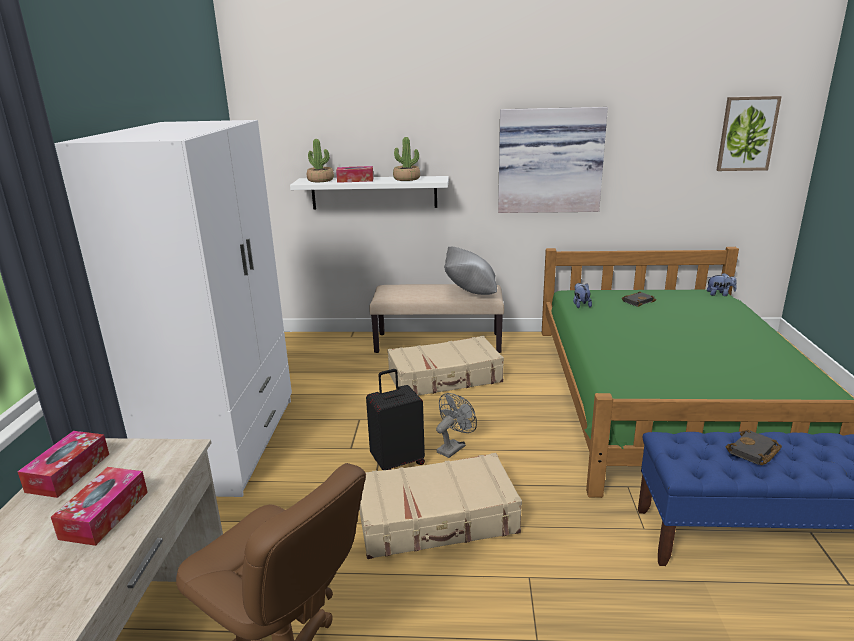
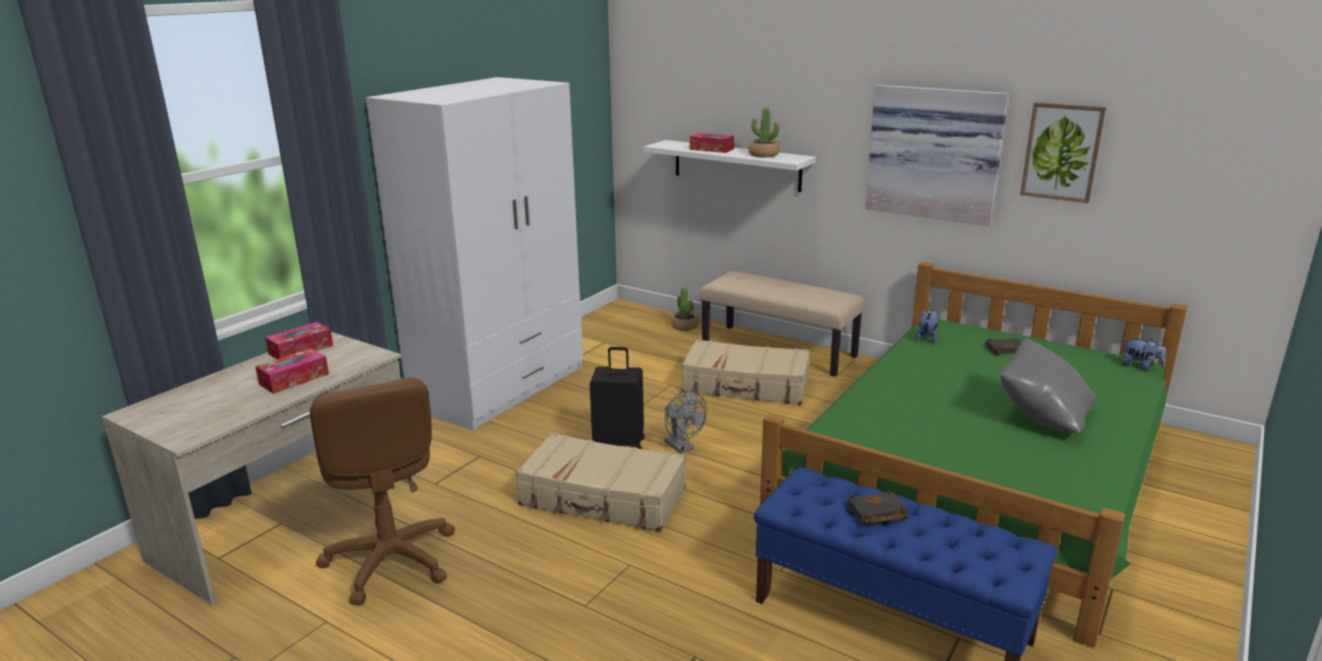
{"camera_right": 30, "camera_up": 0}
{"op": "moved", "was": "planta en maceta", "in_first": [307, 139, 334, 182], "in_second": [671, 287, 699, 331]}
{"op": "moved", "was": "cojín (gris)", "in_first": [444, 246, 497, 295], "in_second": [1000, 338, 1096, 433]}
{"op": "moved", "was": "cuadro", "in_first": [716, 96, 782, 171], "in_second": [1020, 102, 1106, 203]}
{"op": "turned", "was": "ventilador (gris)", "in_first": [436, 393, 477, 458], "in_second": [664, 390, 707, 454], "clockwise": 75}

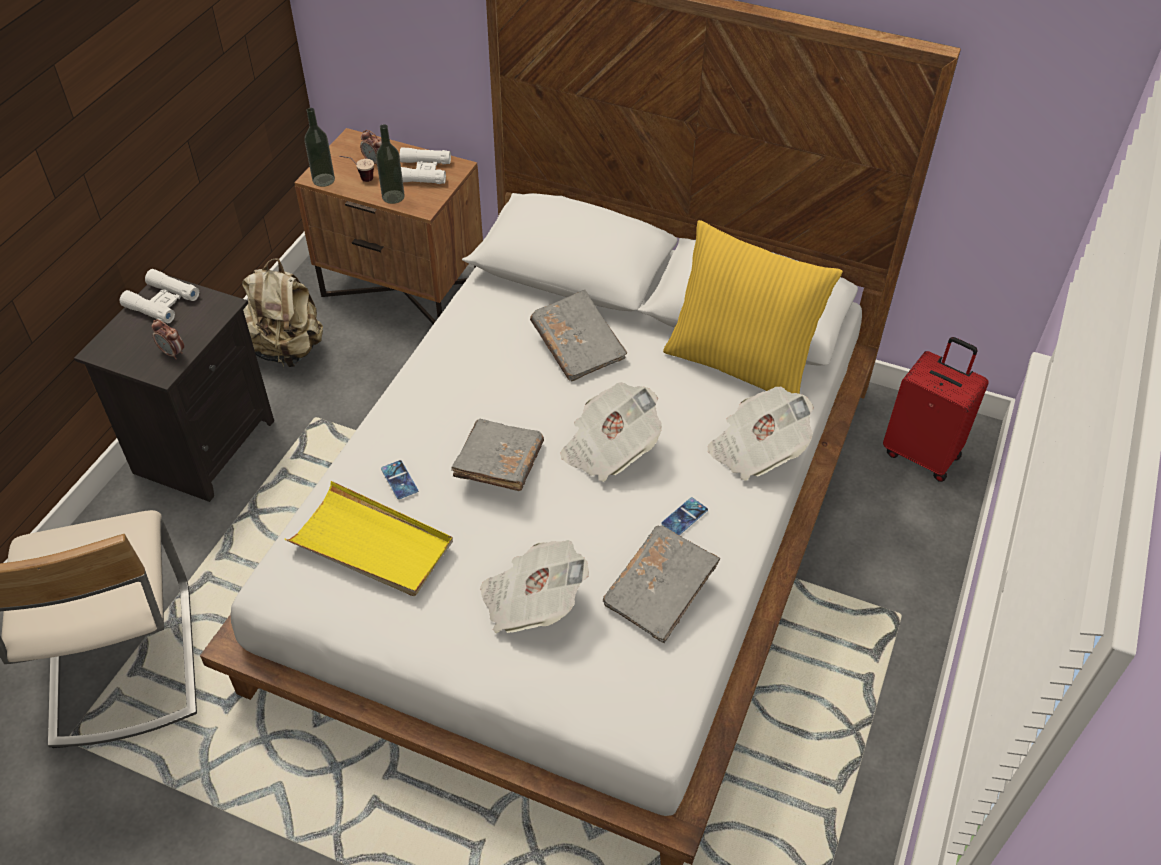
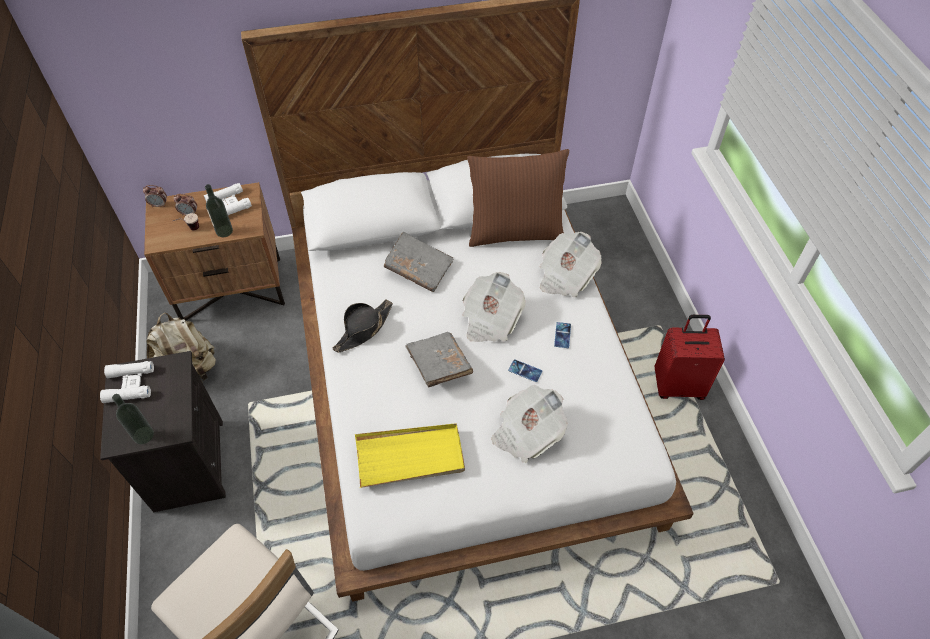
{"camera_right": -35, "camera_up": 5}
{"op": "removed", "was": "libro (gris)", "in_first": [603, 526, 720, 643]}
{"op": "added", "now": "sombrero (negro)", "in_second": [333, 299, 393, 353]}
{"op": "moved", "was": "despertador", "in_first": [151, 319, 184, 360], "in_second": [143, 185, 167, 207]}
{"op": "moved", "was": "botella", "in_first": [304, 108, 335, 187], "in_second": [112, 394, 154, 444]}
{"op": "moved", "was": "móvil", "in_first": [381, 460, 418, 499], "in_second": [508, 359, 542, 382]}
{"op": "moved", "was": "maleta (rojo)", "in_first": [883, 337, 989, 482], "in_second": [654, 315, 725, 400]}
{"op": "recoloured", "was": "cojín (amarillo)", "now": "cojín (marrón)", "in_first": [663, 220, 843, 394], "in_second": [467, 149, 569, 247]}

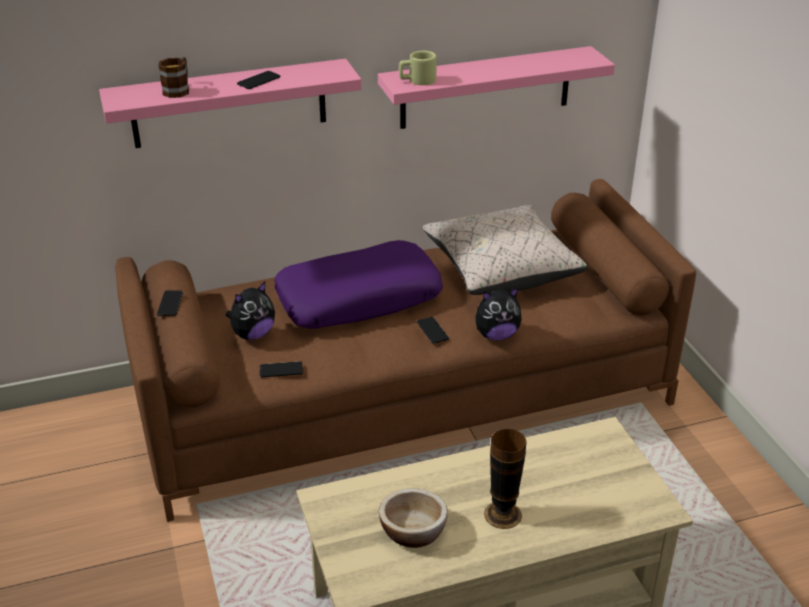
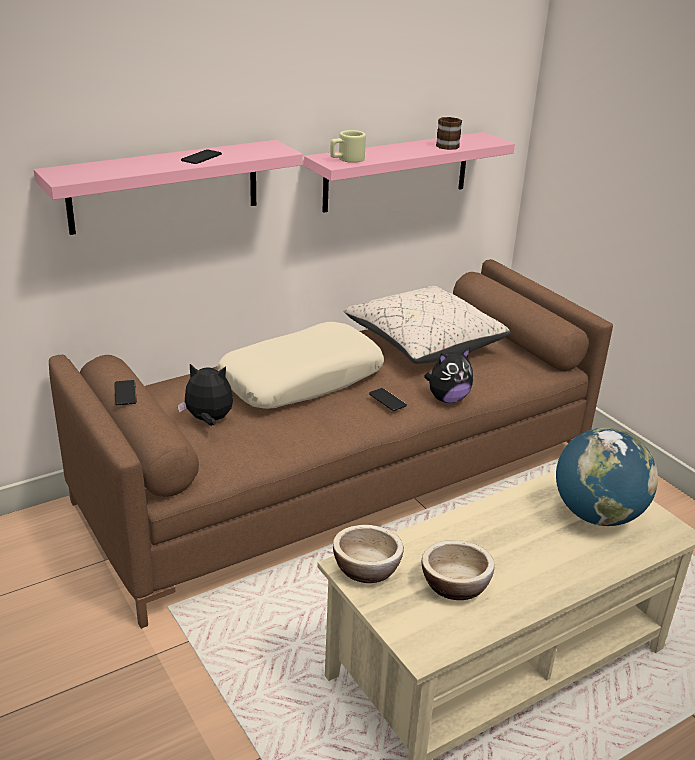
{"camera_right": -15, "camera_up": -5}
{"op": "removed", "was": "móvil", "in_first": [260, 361, 303, 378]}
{"op": "removed", "was": "florero", "in_first": [484, 429, 527, 529]}
{"op": "added", "now": "cuenco", "in_second": [333, 525, 404, 583]}
{"op": "added", "now": "globo terráqueo", "in_second": [556, 428, 658, 526]}
{"op": "moved", "was": "taza grande", "in_first": [158, 57, 189, 98], "in_second": [436, 117, 462, 150]}
{"op": "recoloured", "was": "cojín (morado)", "now": "cojín (beis)", "in_first": [274, 240, 443, 328], "in_second": [217, 322, 384, 409]}
{"op": "turned", "was": "peluche", "in_first": [226, 282, 275, 340], "in_second": [177, 364, 233, 426], "clockwise": -120}

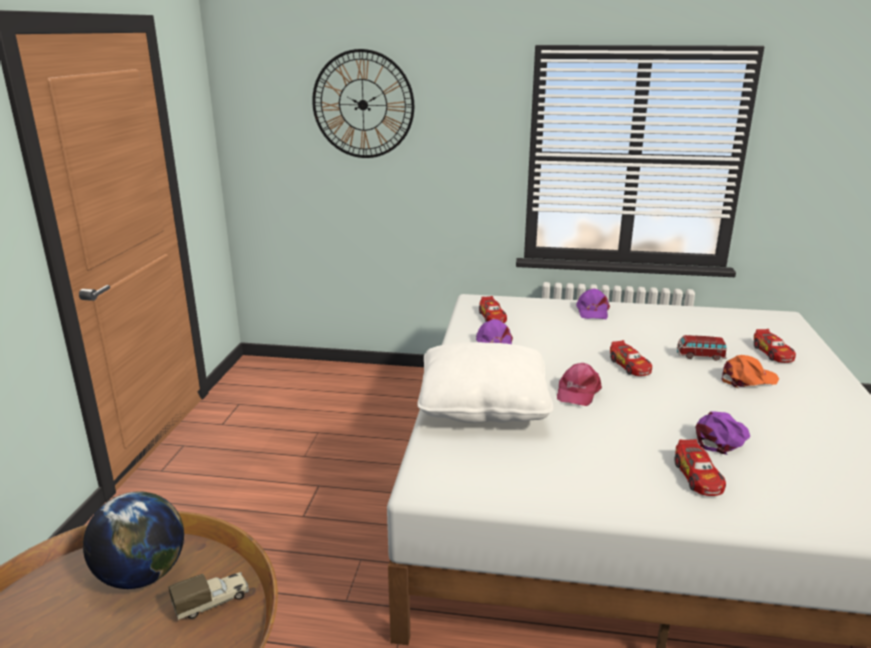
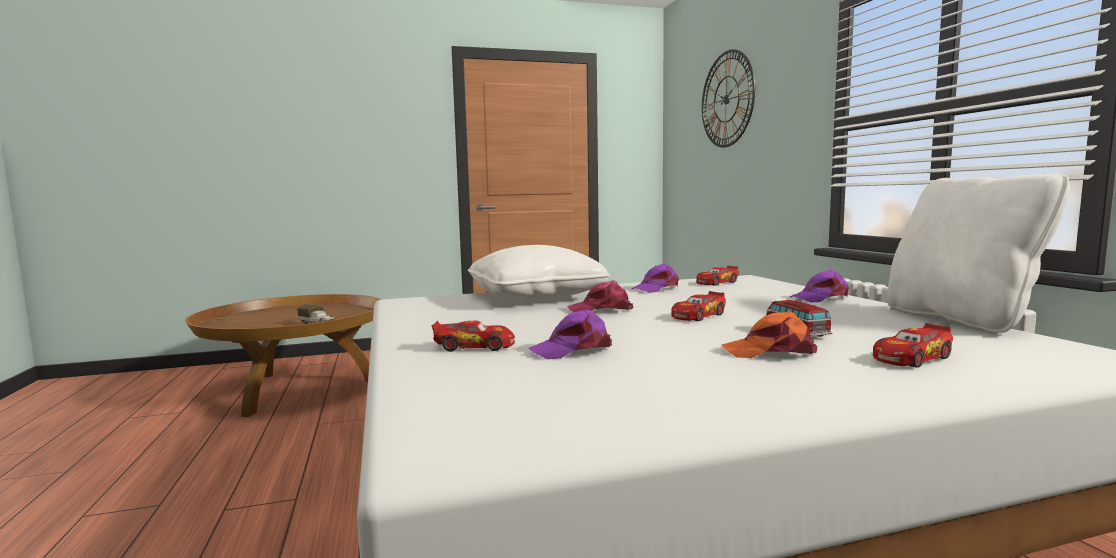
{"camera_right": 65, "camera_up": -15}
{"op": "removed", "was": "globo terráqueo", "in_first": [83, 492, 184, 589]}
{"op": "added", "now": "cojín (blanco)", "in_second": [887, 173, 1070, 333]}
{"op": "turned", "was": "coche de juguete", "in_first": [675, 439, 726, 496], "in_second": [432, 321, 515, 352], "clockwise": -150}
{"op": "turned", "was": "gorra (morado)", "in_first": [695, 411, 750, 455], "in_second": [528, 309, 612, 359], "clockwise": 135}
{"op": "turned", "was": "gorra (naranja)", "in_first": [722, 355, 779, 388], "in_second": [722, 311, 817, 358], "clockwise": 135}

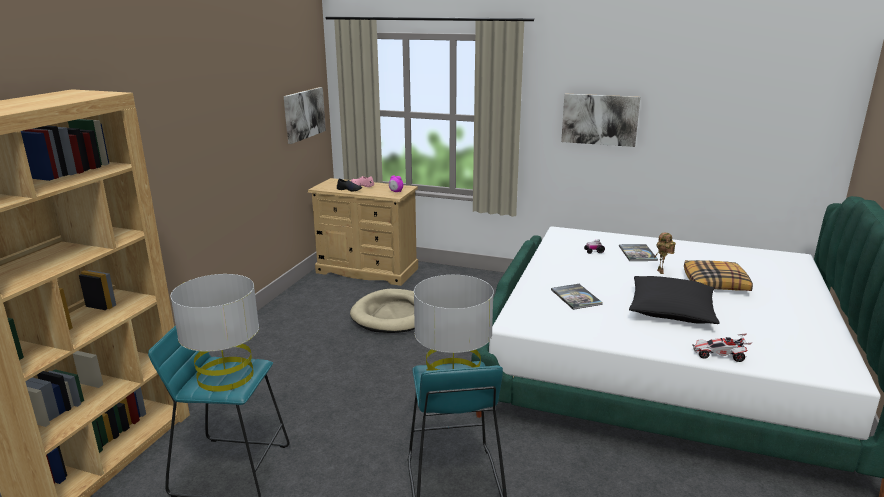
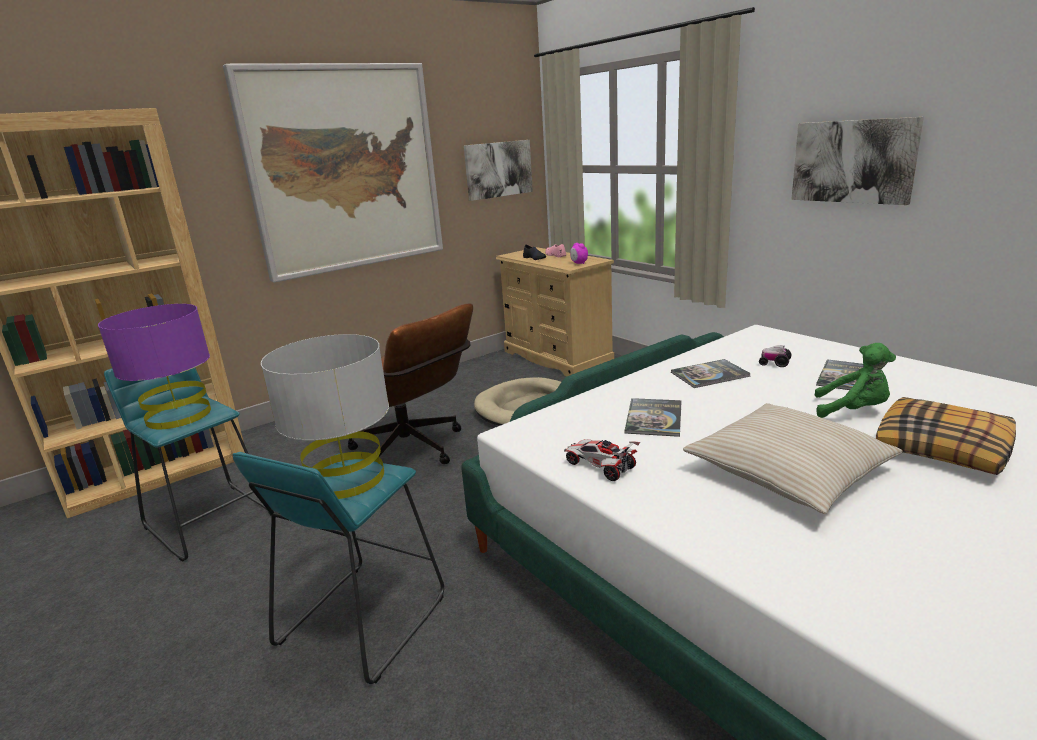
{"camera_right": 35, "camera_up": 0}
{"op": "added", "now": "cuadro", "in_second": [223, 63, 443, 283]}
{"op": "added", "now": "silla de oficina (marrón)", "in_second": [348, 304, 473, 464]}
{"op": "added", "now": "libro", "in_second": [671, 359, 751, 388]}
{"op": "moved", "was": "coche de juguete", "in_first": [692, 333, 751, 362], "in_second": [564, 439, 640, 481]}
{"op": "replaced", "was": "robot de juguete", "now": "peluche (verde)", "in_first": [653, 233, 676, 274], "in_second": [815, 343, 896, 418]}
{"op": "recoloured", "was": "lámpara de mesa (gris)", "now": "lámpara de mesa (morado)", "in_first": [170, 274, 259, 392], "in_second": [98, 304, 211, 429]}
{"op": "recoloured", "was": "cojín (negro)", "now": "cojín (beis)", "in_first": [629, 276, 720, 324], "in_second": [683, 403, 903, 514]}

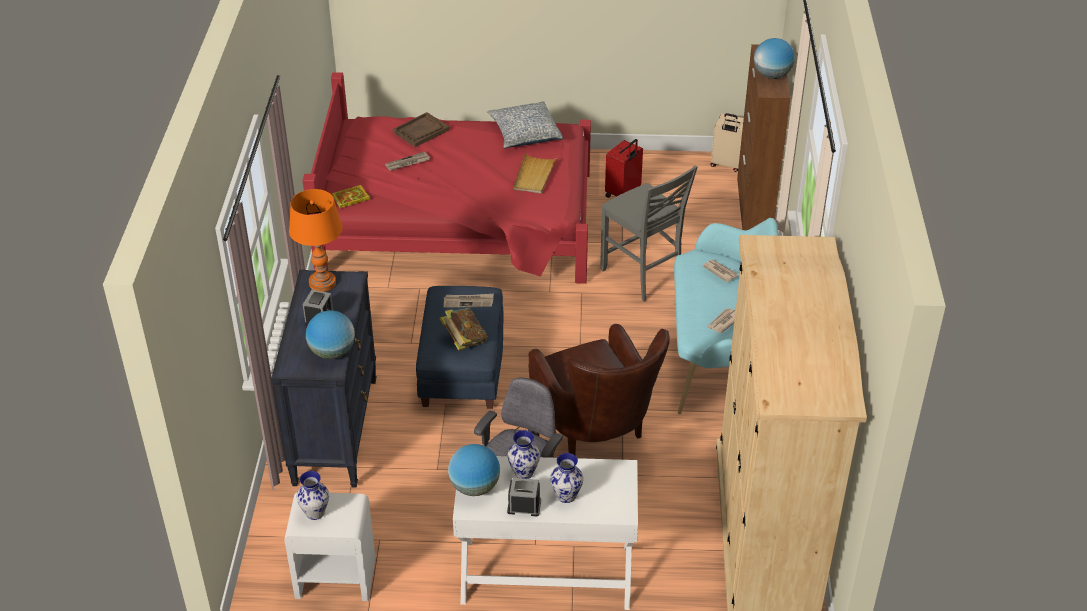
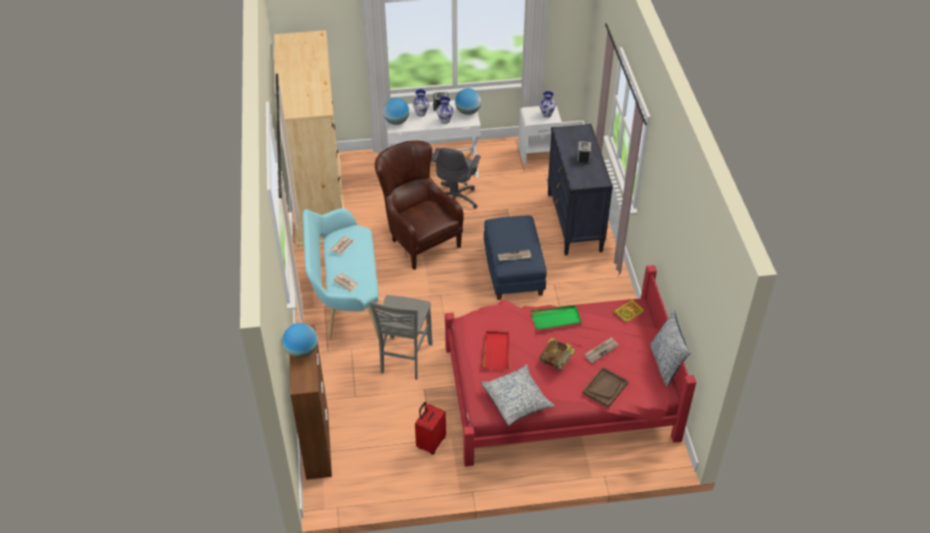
{"camera_right": 170, "camera_up": 5}
{"op": "removed", "was": "lámpara de mesa (naranja)", "in_first": [289, 189, 343, 292]}
{"op": "removed", "was": "maleta (beis)", "in_first": [711, 113, 744, 172]}
{"op": "added", "now": "bandeja (verde)", "in_second": [531, 305, 582, 330]}
{"op": "added", "now": "cojín", "in_second": [650, 310, 691, 387]}
{"op": "moved", "was": "globo terráqueo", "in_first": [306, 310, 355, 359], "in_second": [383, 98, 409, 125]}
{"op": "moved", "was": "libro", "in_first": [439, 308, 488, 350], "in_second": [539, 338, 576, 369]}
{"op": "recoloured", "was": "bandeja (beis)", "now": "bandeja (rojo)", "in_first": [514, 152, 557, 194], "in_second": [482, 331, 509, 371]}
{"op": "turned", "was": "silla (gris)", "in_first": [600, 165, 698, 302], "in_second": [369, 295, 432, 380], "clockwise": -120}

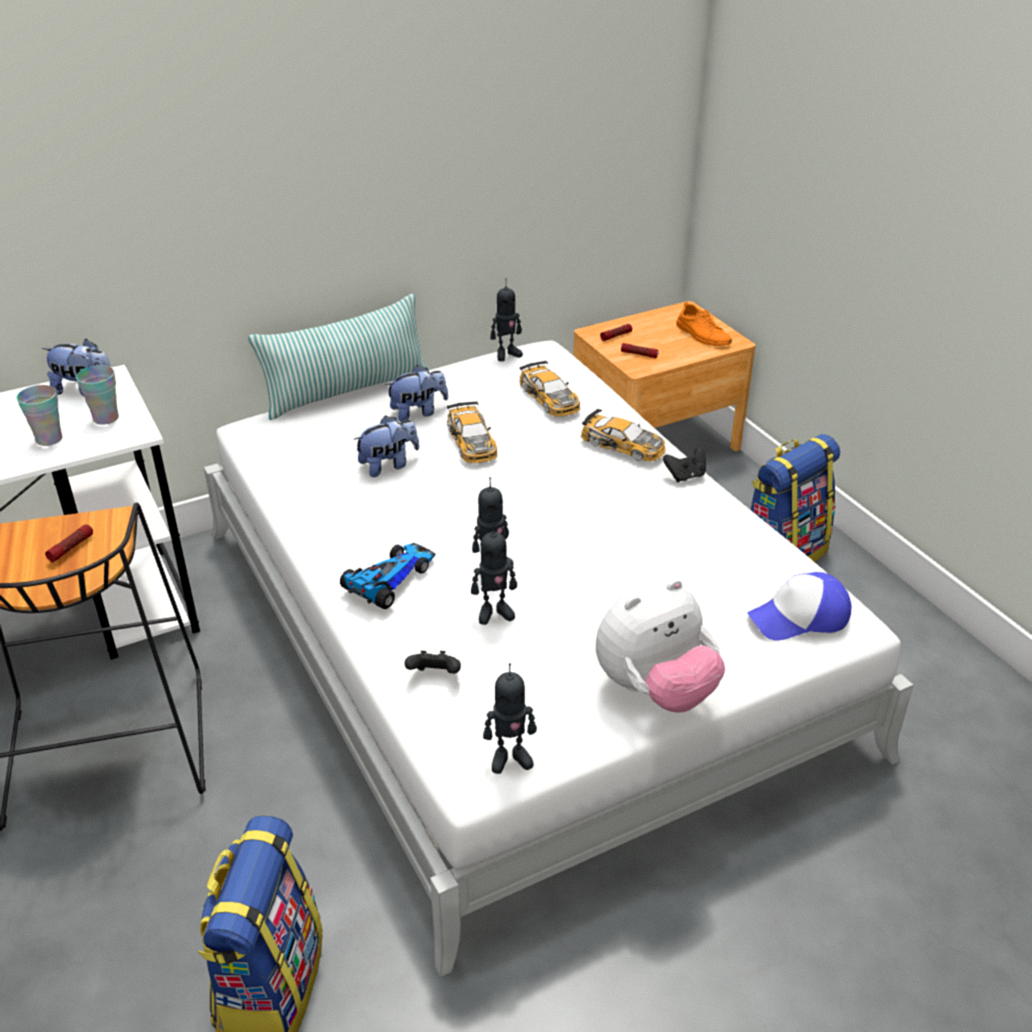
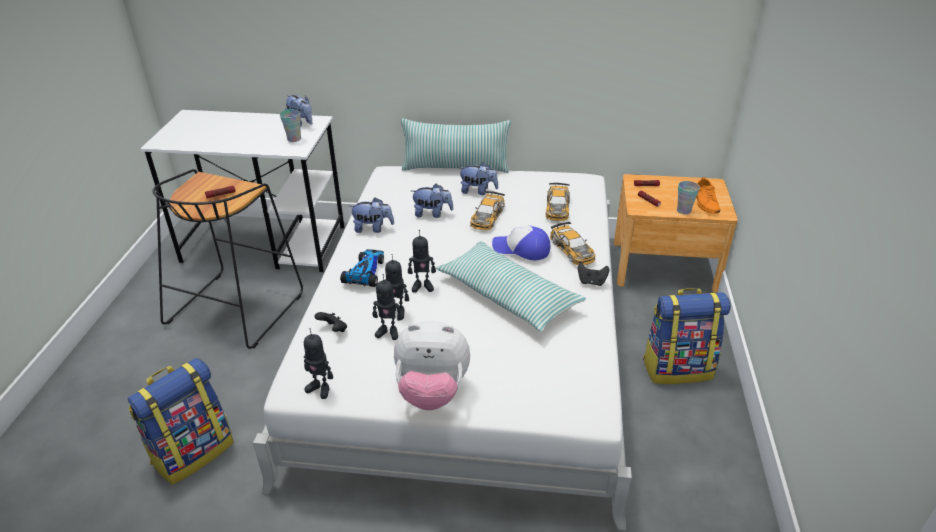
{"camera_right": 35, "camera_up": 0}
{"op": "added", "now": "peluche", "in_second": [350, 197, 394, 233]}
{"op": "added", "now": "cojín", "in_second": [436, 241, 586, 332]}
{"op": "moved", "was": "taza", "in_first": [17, 385, 62, 446], "in_second": [677, 181, 700, 214]}
{"op": "moved", "was": "robot de juguete", "in_first": [491, 279, 523, 361], "in_second": [372, 274, 402, 340]}
{"op": "moved", "was": "gorra", "in_first": [747, 572, 851, 641], "in_second": [492, 226, 551, 260]}
{"op": "turned", "was": "coche de juguete", "in_first": [340, 543, 435, 609], "in_second": [340, 249, 384, 287], "clockwise": -60}

